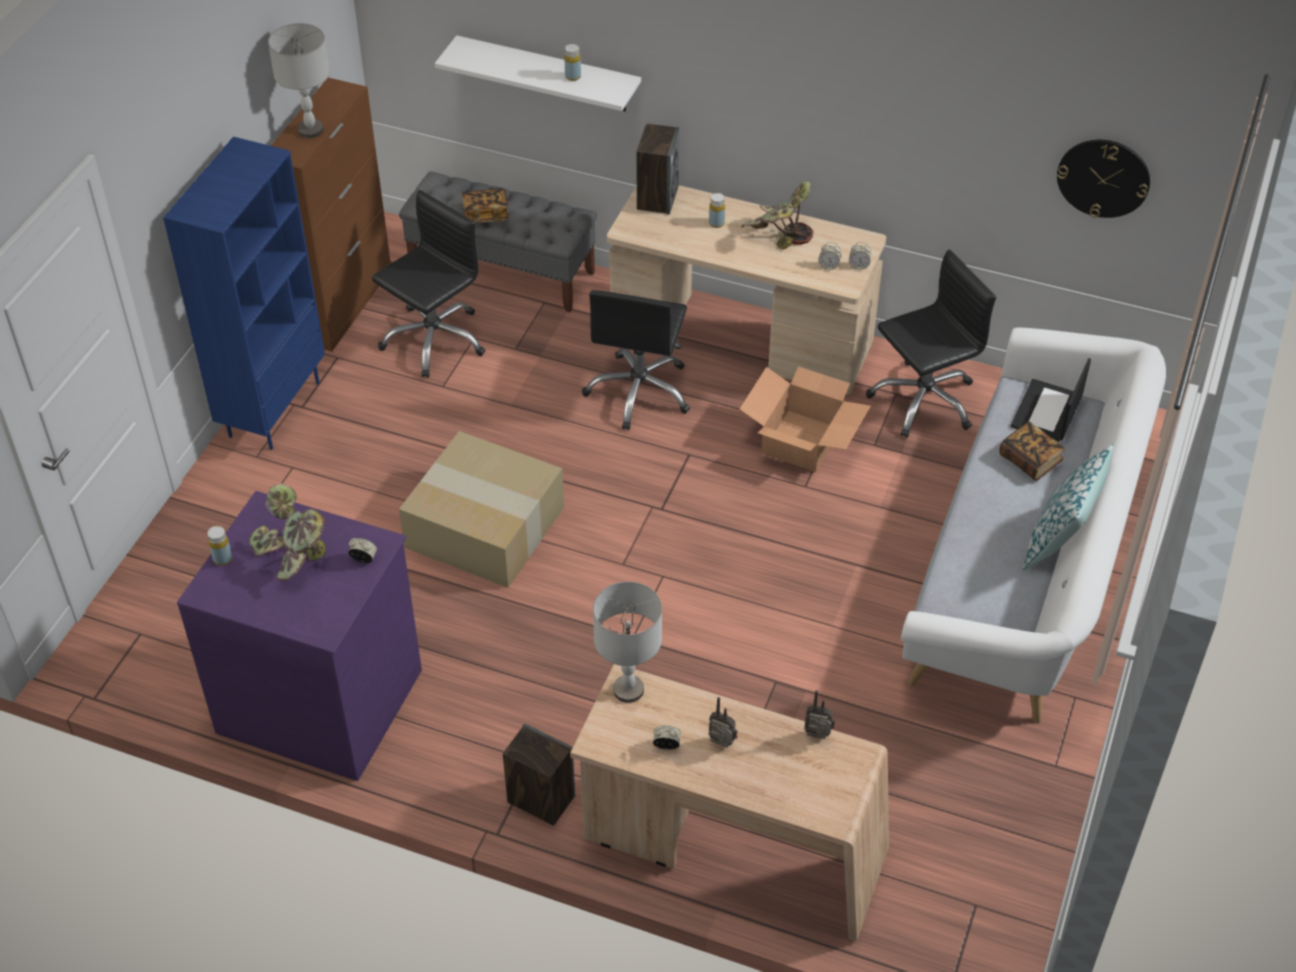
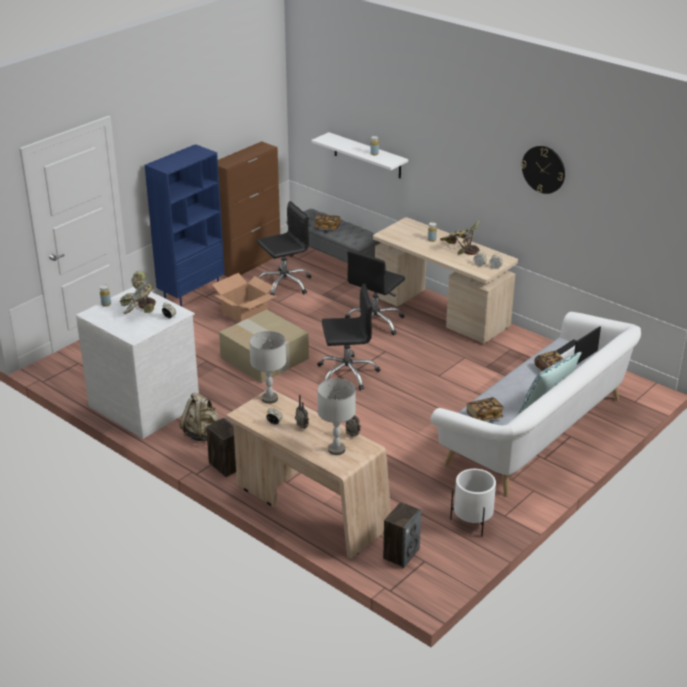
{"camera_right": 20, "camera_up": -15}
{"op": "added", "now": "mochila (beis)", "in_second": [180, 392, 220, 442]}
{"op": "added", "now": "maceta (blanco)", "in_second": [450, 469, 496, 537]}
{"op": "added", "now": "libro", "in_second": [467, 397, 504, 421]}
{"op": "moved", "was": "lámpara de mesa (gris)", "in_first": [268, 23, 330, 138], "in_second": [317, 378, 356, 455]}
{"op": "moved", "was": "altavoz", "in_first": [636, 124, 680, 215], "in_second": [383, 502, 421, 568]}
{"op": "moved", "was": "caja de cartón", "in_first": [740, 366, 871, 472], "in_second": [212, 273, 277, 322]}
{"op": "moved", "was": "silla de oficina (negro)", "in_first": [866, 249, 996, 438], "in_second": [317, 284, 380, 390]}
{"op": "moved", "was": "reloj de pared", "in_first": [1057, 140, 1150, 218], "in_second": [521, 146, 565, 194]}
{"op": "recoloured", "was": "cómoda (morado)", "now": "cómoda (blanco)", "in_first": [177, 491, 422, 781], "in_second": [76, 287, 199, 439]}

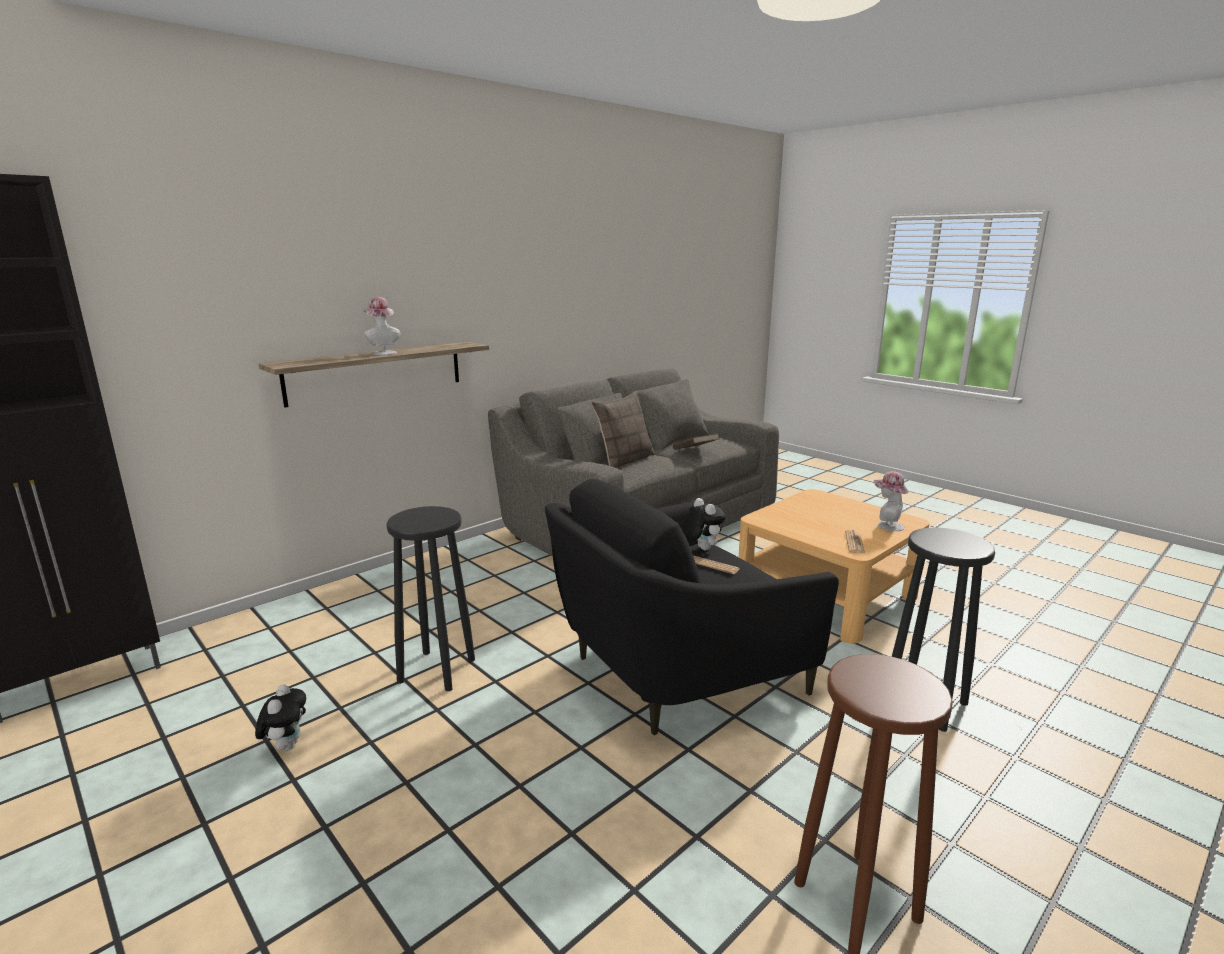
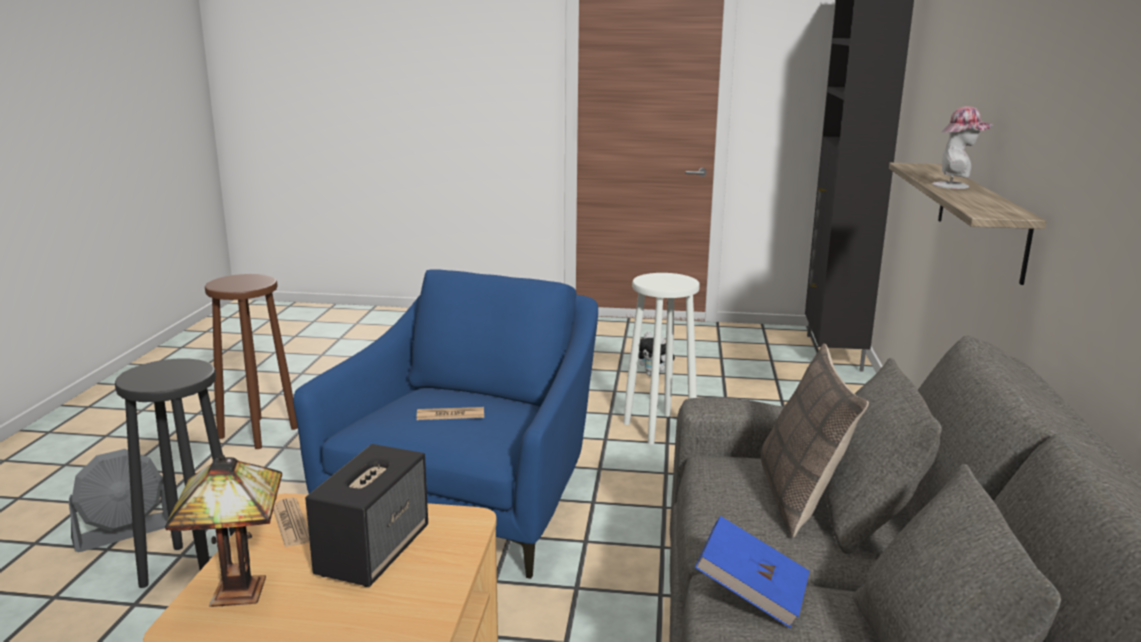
{"camera_right": 140, "camera_up": 0}
{"op": "removed", "was": "peluche", "in_first": [680, 498, 726, 550]}
{"op": "added", "now": "ventilador (gris)", "in_second": [69, 449, 169, 552]}
{"op": "added", "now": "altavoz", "in_second": [305, 444, 428, 587]}
{"op": "replaced", "was": "sombrero", "now": "lámpara de mesa", "in_first": [874, 471, 909, 531], "in_second": [165, 455, 282, 607]}
{"op": "recoloured", "was": "taburete (negro)", "now": "taburete (blanco)", "in_first": [386, 506, 475, 691], "in_second": [623, 273, 700, 444]}
{"op": "recoloured", "was": "sillón (negro)", "now": "sillón (azul)", "in_first": [545, 479, 839, 735], "in_second": [293, 269, 598, 579]}
{"op": "recoloured", "was": "libro (marrón)", "now": "libro (azul)", "in_first": [673, 433, 719, 450], "in_second": [695, 516, 810, 628]}

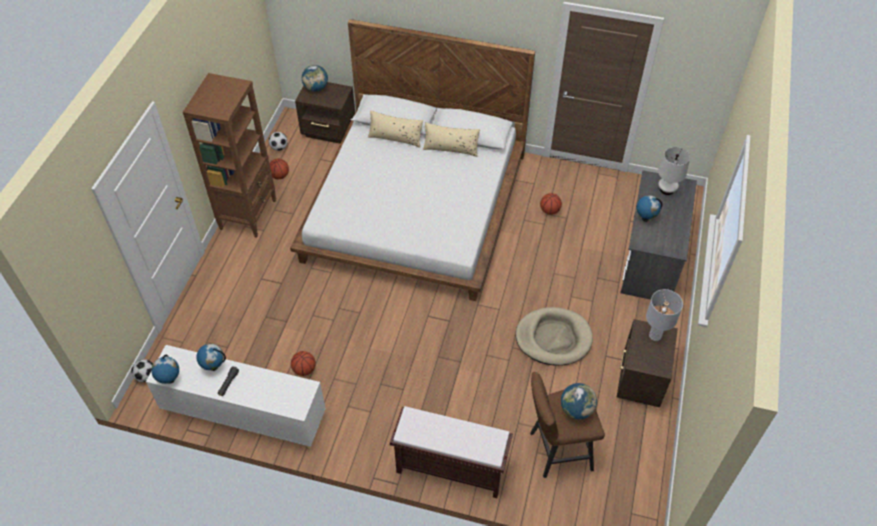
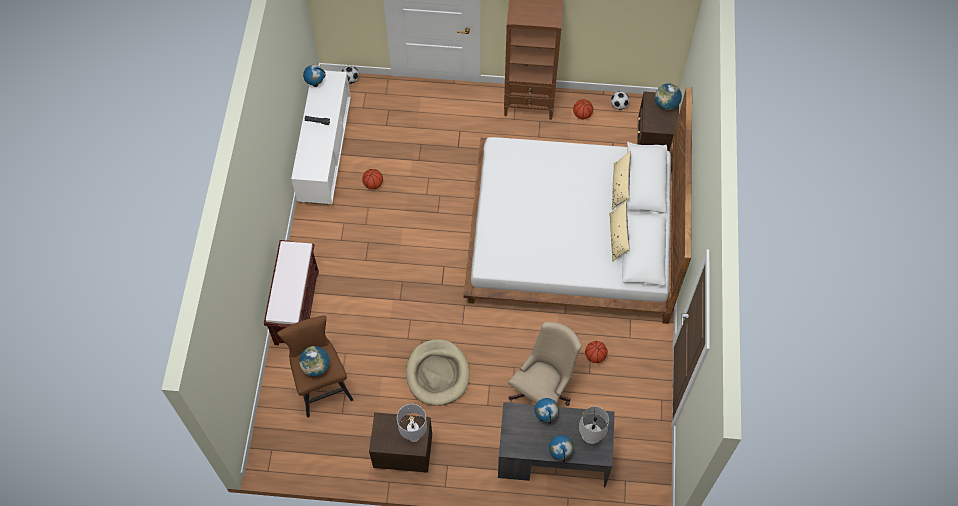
{"camera_right": 80, "camera_up": 10}
{"op": "added", "now": "silla de oficina (beis)", "in_second": [508, 322, 582, 406]}
{"op": "moved", "was": "globo terráqueo", "in_first": [196, 344, 226, 371], "in_second": [549, 435, 573, 462]}

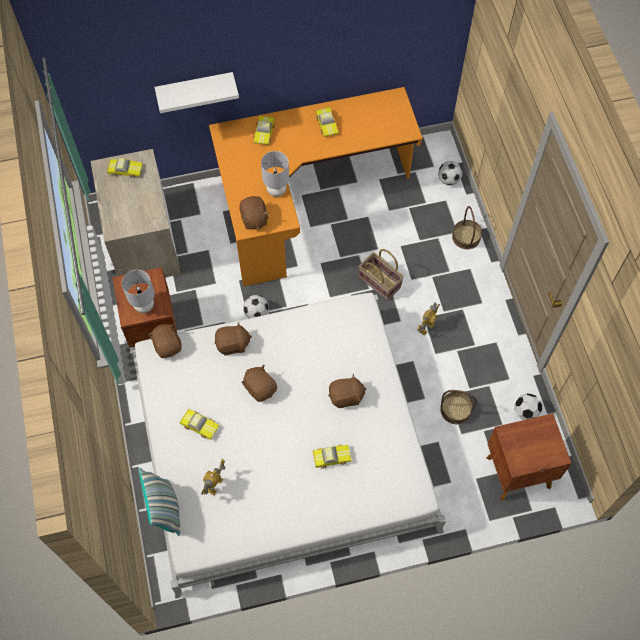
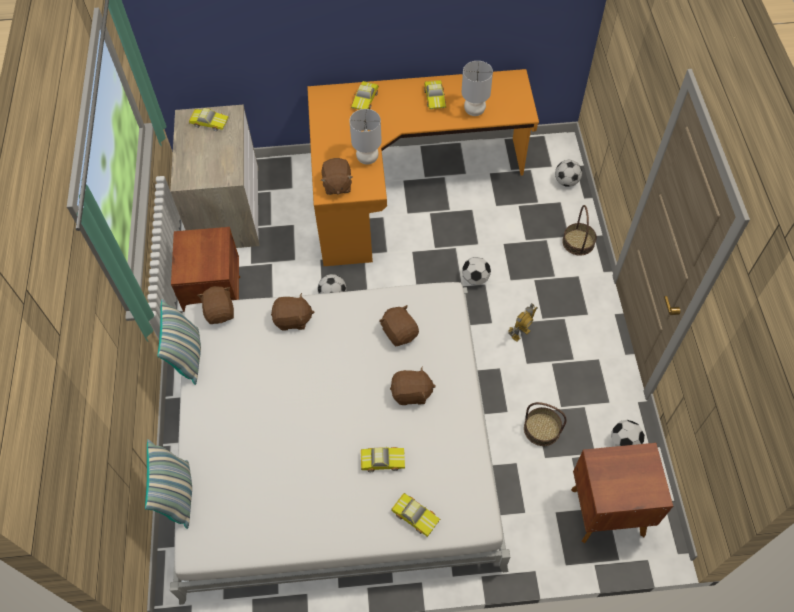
{"camera_right": 10, "camera_up": -5}
{"op": "removed", "was": "estante (blanco)", "in_first": [155, 72, 239, 113]}
{"op": "removed", "was": "robot de juguete", "in_first": [201, 459, 225, 495]}
{"op": "added", "now": "cojín", "in_second": [157, 299, 201, 385]}
{"op": "moved", "was": "lámpara de mesa (gris)", "in_first": [122, 270, 155, 313], "in_second": [462, 61, 493, 116]}
{"op": "moved", "was": "coche de juguete", "in_first": [180, 409, 219, 440], "in_second": [391, 493, 440, 537]}
{"op": "moved", "was": "peluche (marrón)", "in_first": [241, 365, 277, 402], "in_second": [379, 305, 419, 346]}
{"op": "replaced", "was": "cesta", "now": "balón de fútbol", "in_first": [359, 249, 404, 300], "in_second": [462, 257, 491, 285]}

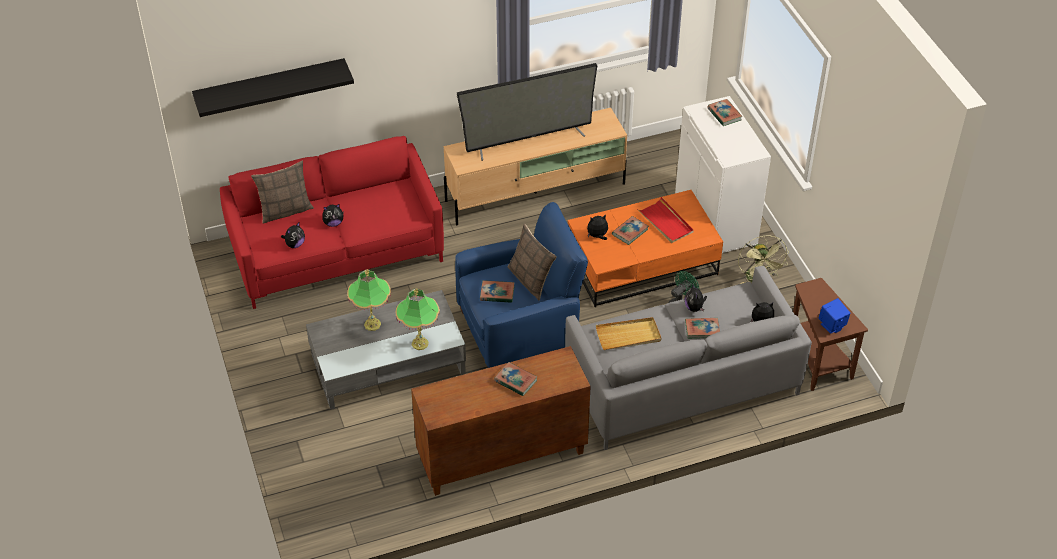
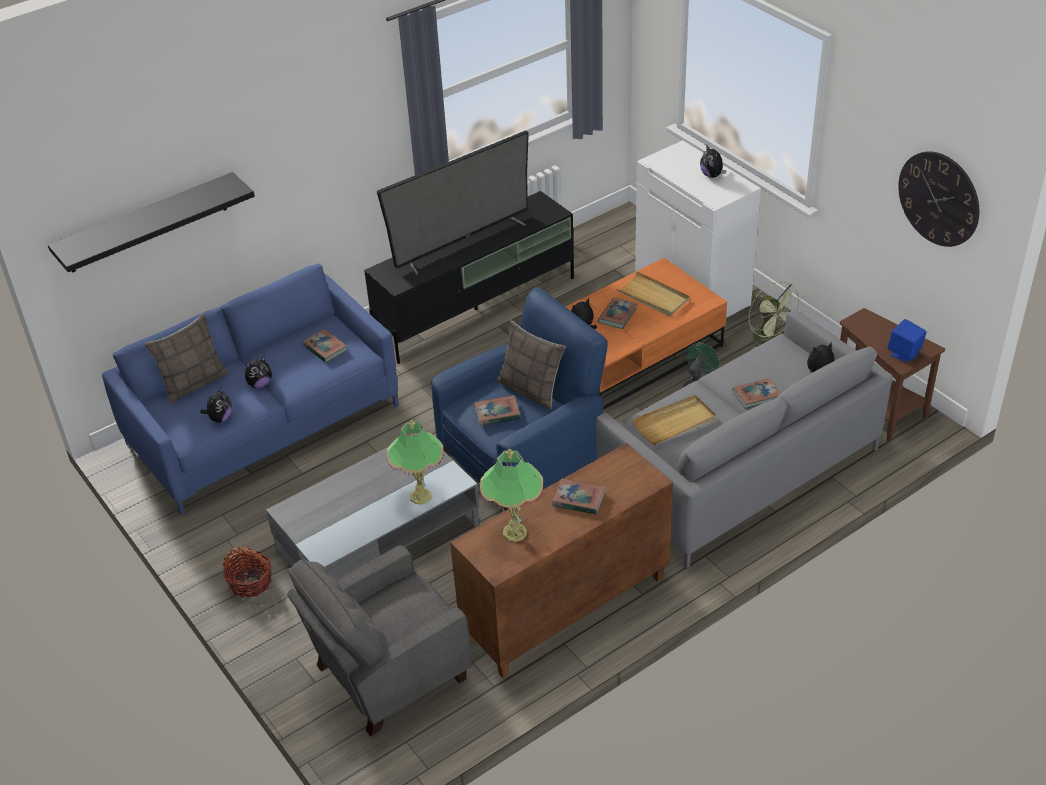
{"camera_right": -15, "camera_up": -5}
{"op": "added", "now": "cesta", "in_second": [222, 547, 271, 598]}
{"op": "added", "now": "sillón (gris)", "in_second": [287, 545, 472, 737]}
{"op": "added", "now": "reloj de pared", "in_second": [898, 151, 979, 247]}
{"op": "moved", "was": "lámpara de mesa", "in_first": [347, 269, 391, 331], "in_second": [480, 449, 544, 542]}
{"op": "moved", "was": "peluche", "in_first": [685, 283, 707, 312], "in_second": [700, 144, 726, 178]}
{"op": "moved", "was": "libro", "in_first": [707, 99, 743, 126], "in_second": [302, 329, 347, 363]}
{"op": "recoloured", "was": "sofá (rojo)", "now": "sofá (azul)", "in_first": [220, 136, 444, 309], "in_second": [102, 264, 399, 515]}
{"op": "recoloured", "was": "mueble de televisión (beis)", "now": "mueble de televisión (negro)", "in_first": [444, 108, 627, 225], "in_second": [364, 191, 574, 364]}
{"op": "recoloured", "was": "bandeja (rojo)", "now": "bandeja (beis)", "in_first": [637, 197, 694, 243], "in_second": [615, 271, 690, 316]}

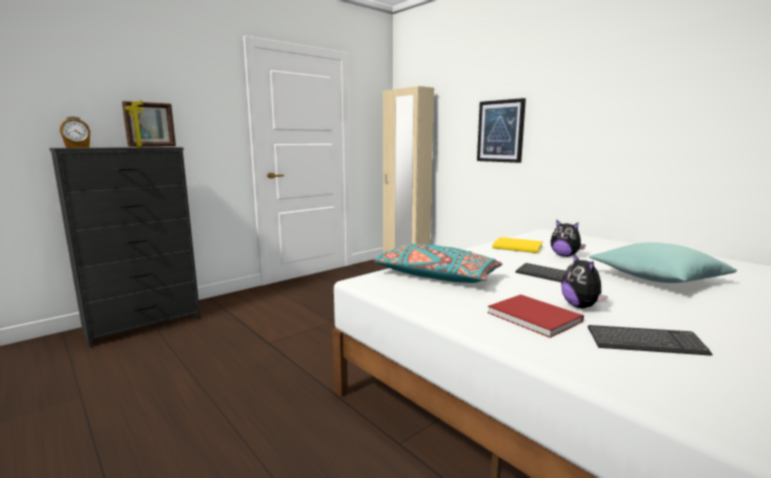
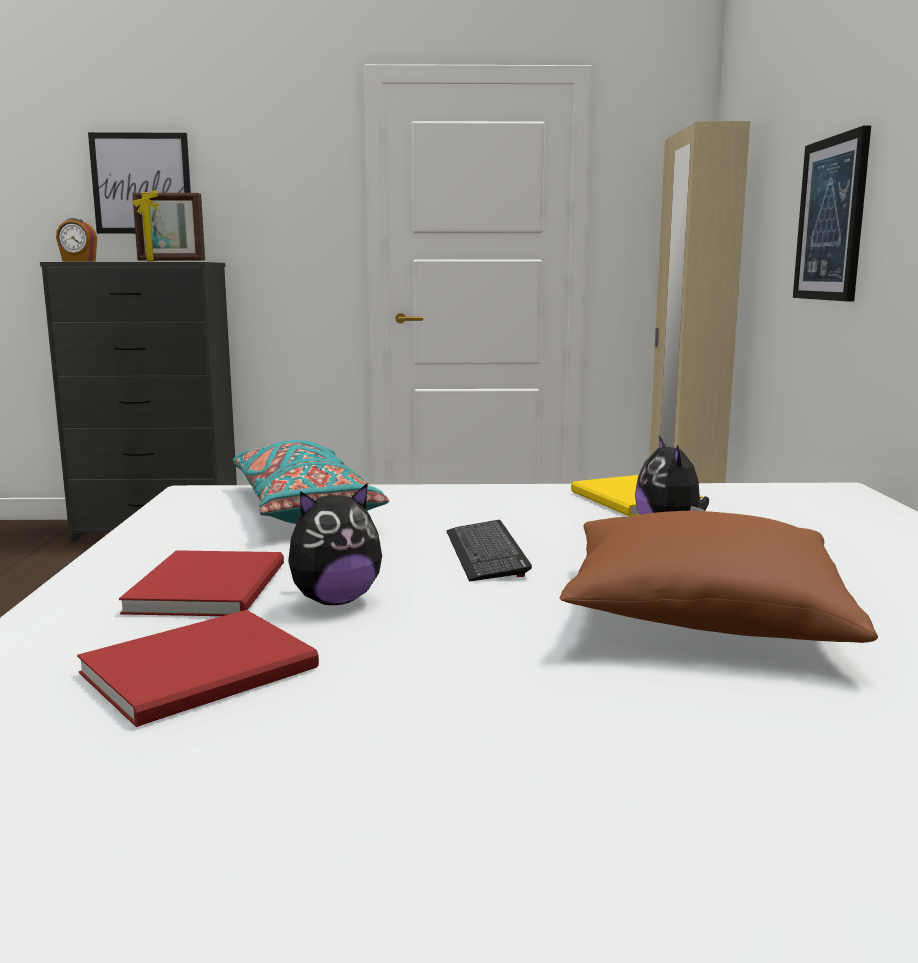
{"camera_right": 40, "camera_up": 0}
{"op": "added", "now": "cuadro", "in_second": [88, 132, 191, 234]}
{"op": "replaced", "was": "teclado", "now": "libro (rojo)", "in_first": [588, 325, 713, 356], "in_second": [77, 610, 319, 727]}
{"op": "recoloured", "was": "cojín (turquesa)", "now": "cojín (marrón)", "in_first": [589, 242, 737, 283], "in_second": [560, 511, 878, 643]}
{"op": "turned", "was": "peluche", "in_first": [561, 254, 608, 308], "in_second": [288, 483, 382, 605], "clockwise": -150}

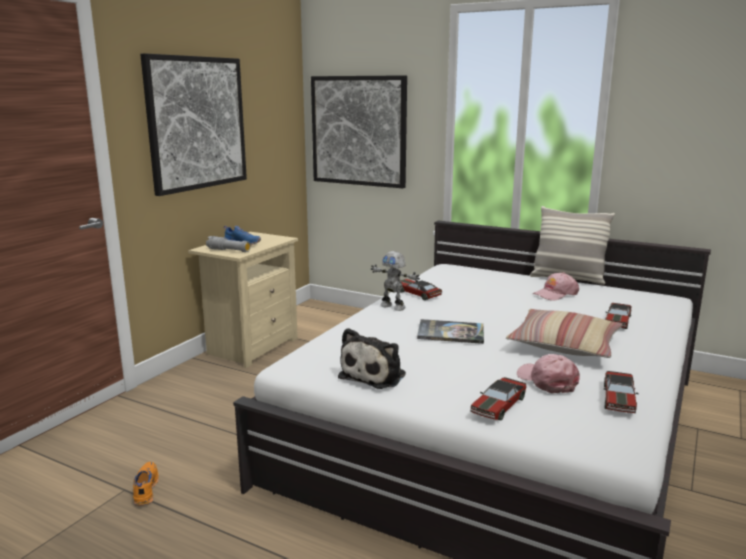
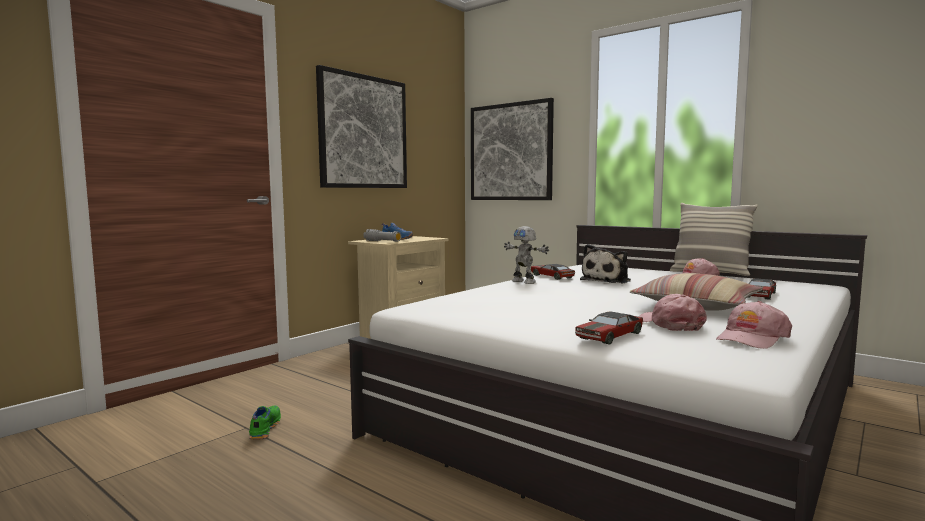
{"camera_right": 10, "camera_up": -10}
{"op": "removed", "was": "libro", "in_first": [417, 319, 484, 344]}
{"op": "moved", "was": "peluche", "in_first": [338, 328, 406, 389], "in_second": [580, 244, 631, 284]}
{"op": "replaced", "was": "coche de juguete", "now": "gorra (rosa)", "in_first": [604, 371, 638, 413], "in_second": [716, 301, 792, 349]}
{"op": "recoloured", "was": "zapato (naranja)", "now": "zapato (verde)", "in_first": [133, 462, 159, 506], "in_second": [249, 405, 281, 439]}

